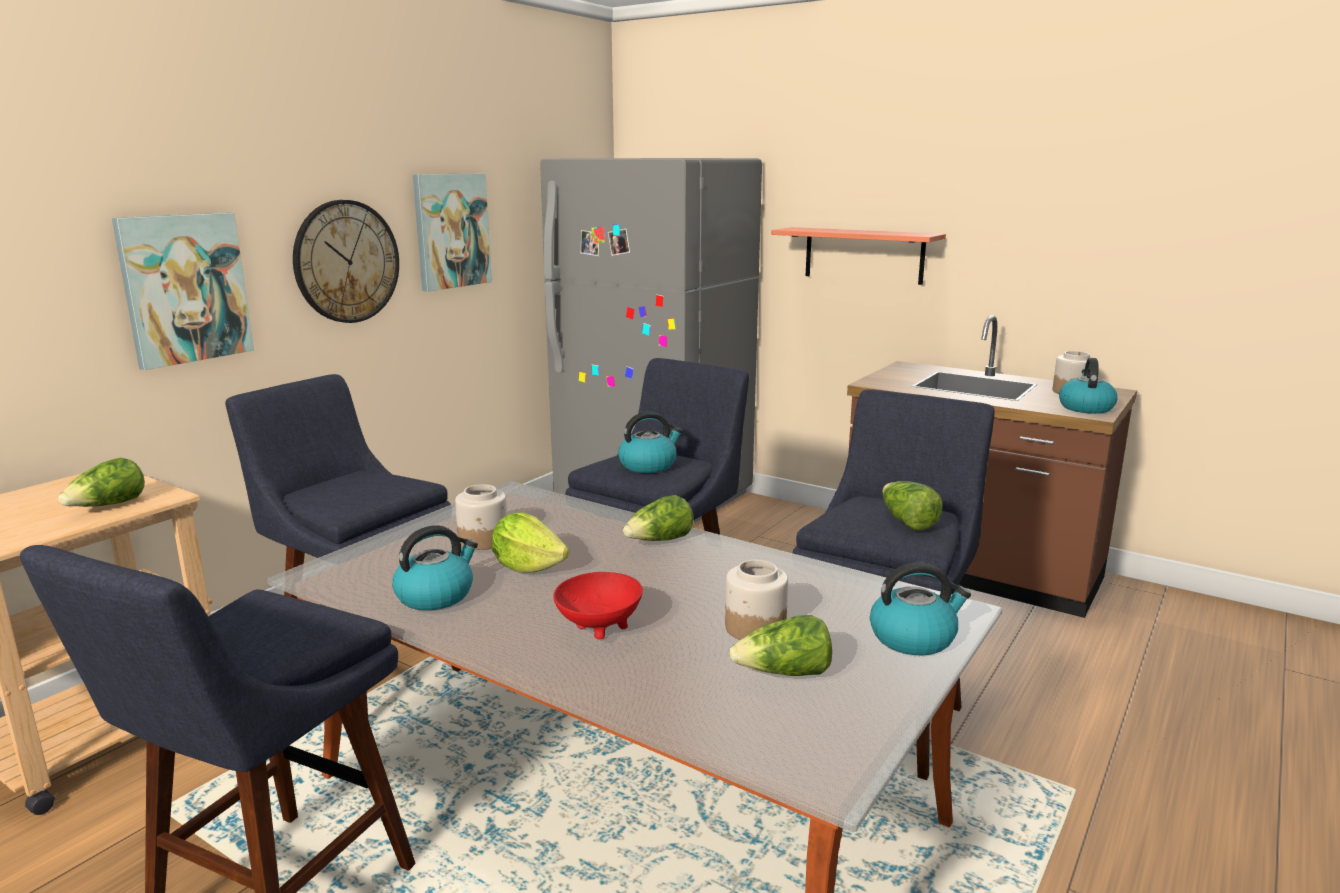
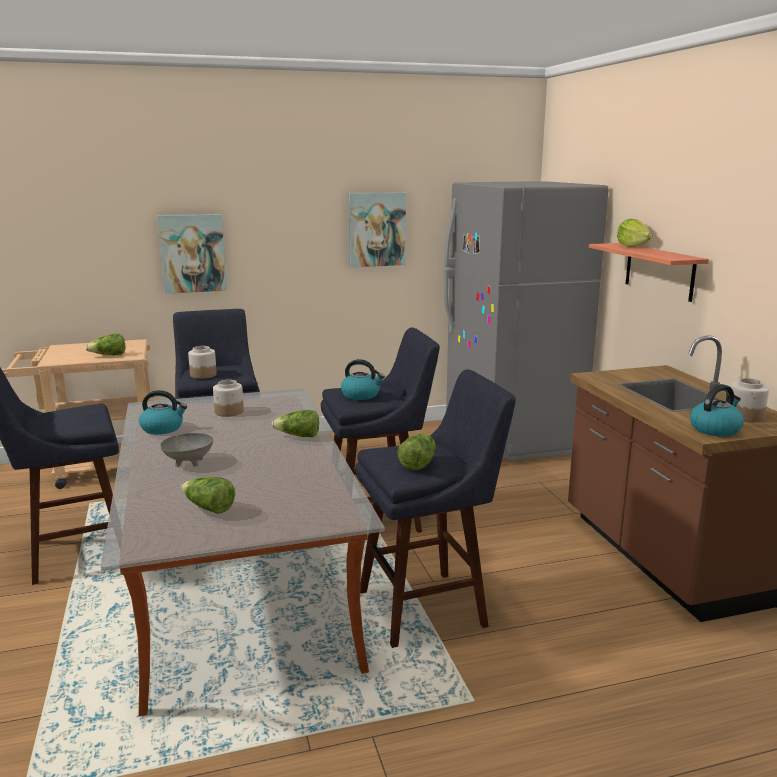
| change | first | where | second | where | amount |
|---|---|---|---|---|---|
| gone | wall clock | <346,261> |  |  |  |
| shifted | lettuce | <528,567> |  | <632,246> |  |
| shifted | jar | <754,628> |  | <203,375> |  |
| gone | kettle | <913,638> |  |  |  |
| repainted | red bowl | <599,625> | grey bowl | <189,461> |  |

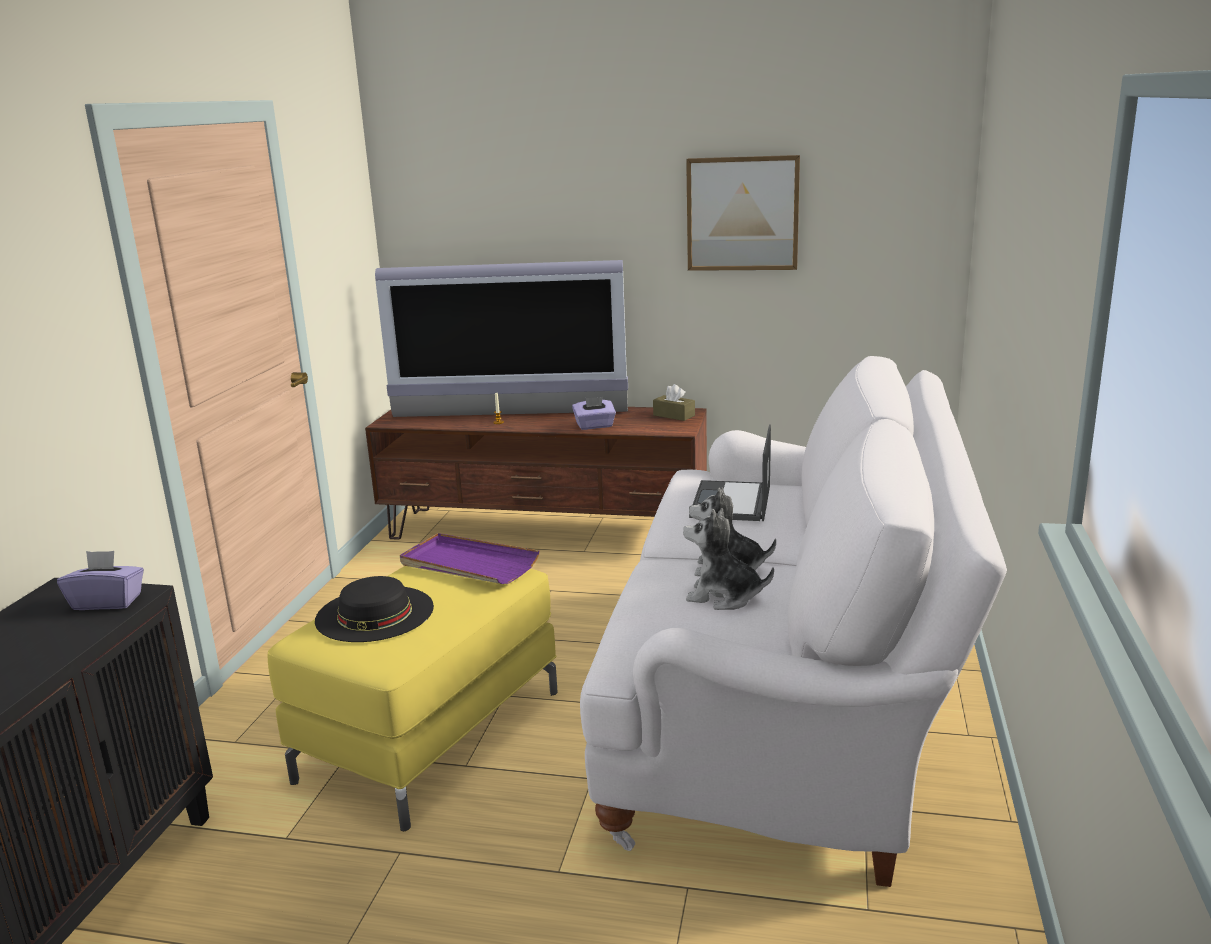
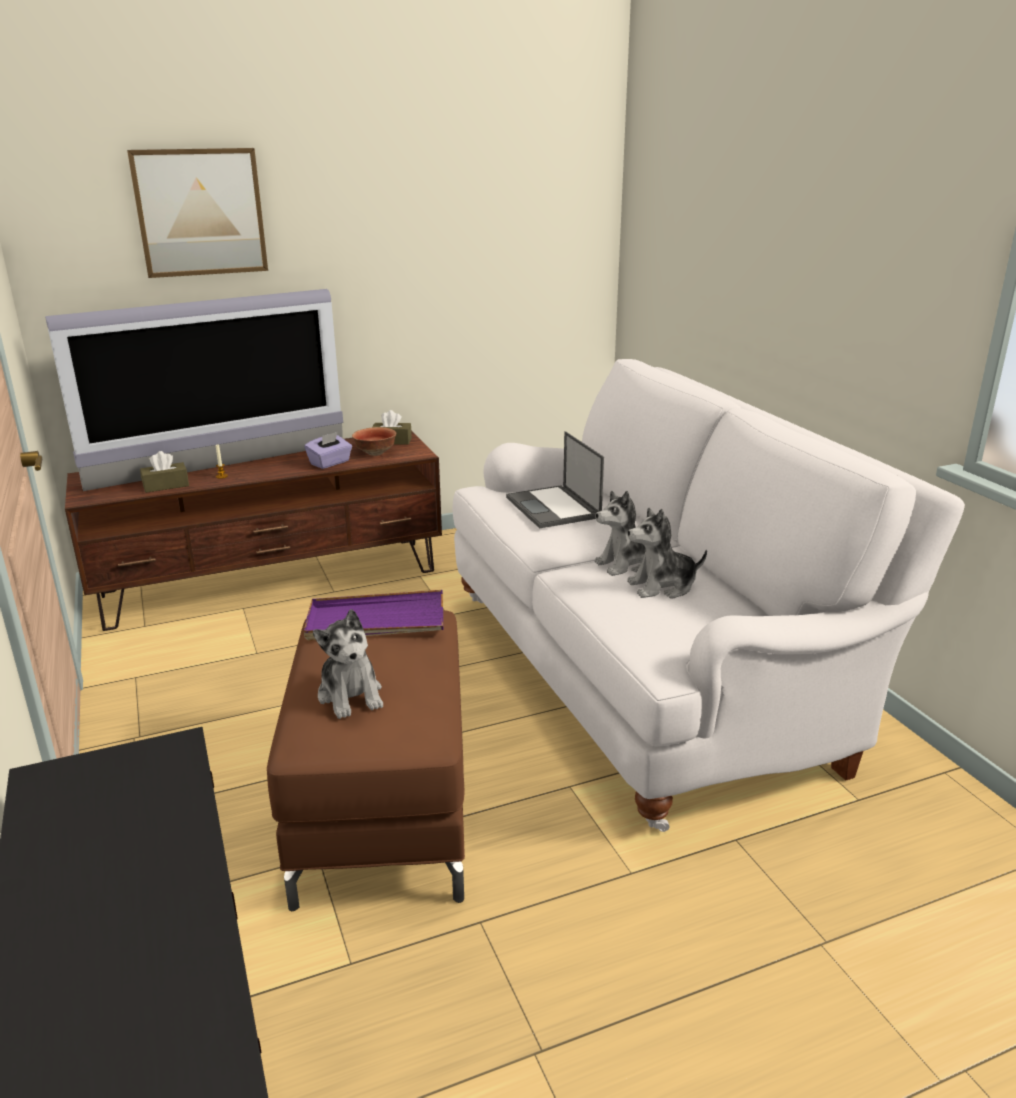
| change | first | where | second | where | amount |
|---|---|---|---|---|---|
| shifted | picture | <742,213> |  | <200,212> |  |
| gone | purple tissue box | <107,602> |  |  |  |
| repainted | yellow ottoman | <432,733> | brown ottoman | <382,804> |  |
| swapped | black hat | <375,613> | plush toy | <351,695> |  |
| new |  |  | bowl | <375,453> |  |
| new |  |  | brown tissue box | <166,485> |  |

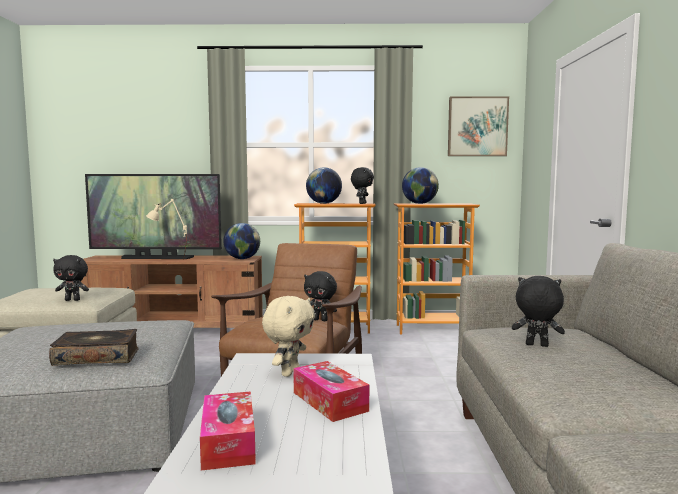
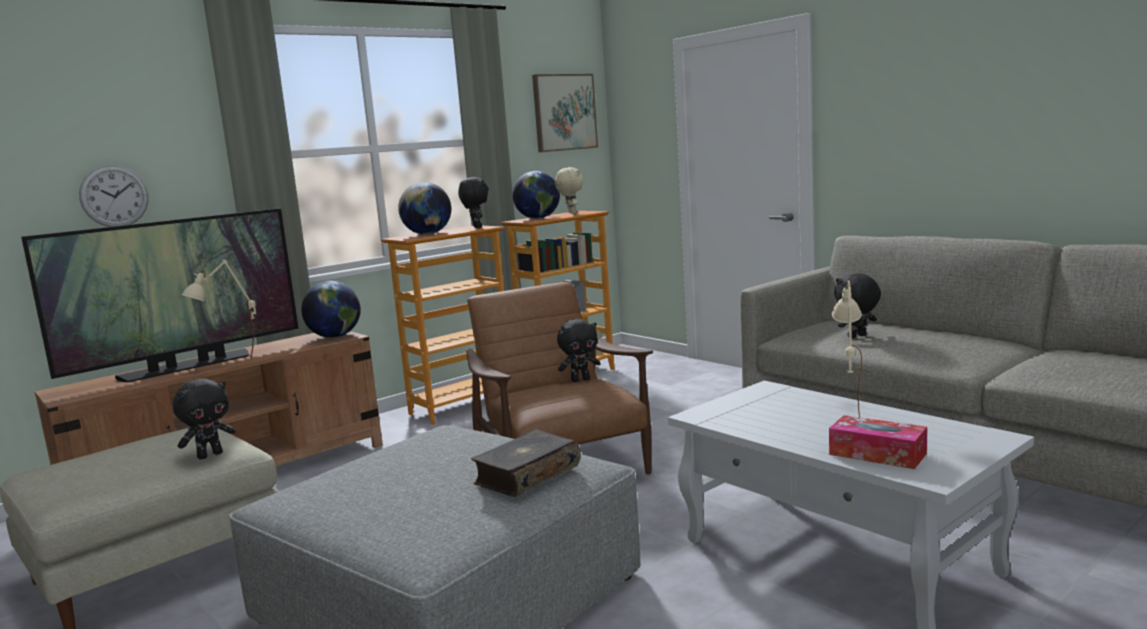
| change | first | where | second | where | amount |
|---|---|---|---|---|---|
| shifted | beige plush toy | <289,372> |  | <571,213> |  |
| swapped | tissue box | <329,401> | beige table lamp | <847,414> |  |
| new |  |  | wall clock | <114,196> |  |

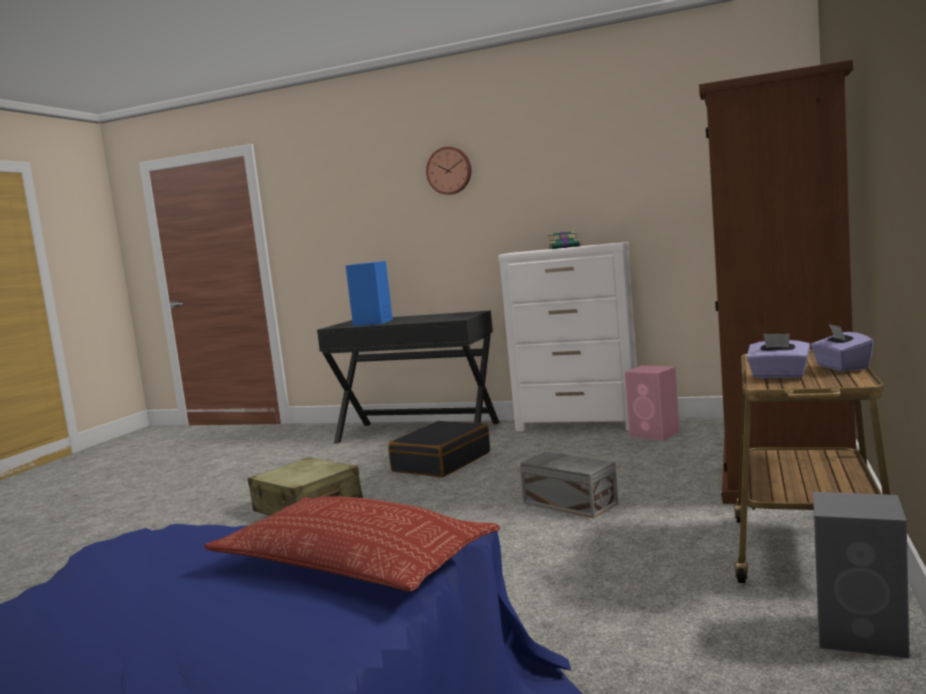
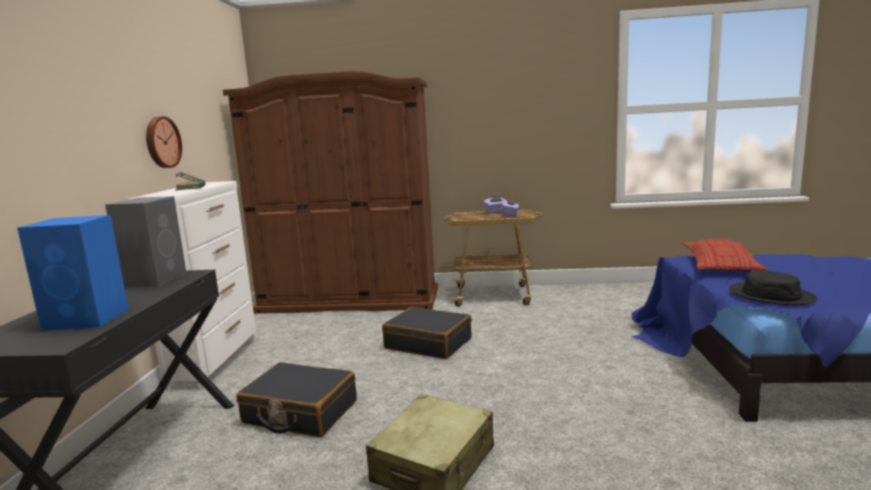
| change | first | where | second | where | amount |
|---|---|---|---|---|---|
| shifted | wall clock | <449,171> |  | <161,142> |  |
| gone | pink speaker | <655,434> |  |  |  |
| swapped | grey storage box | <569,503> | black suitcase | <428,343> |  |
| shifted | grey speaker | <863,635> |  | <155,279> |  |
| new |  |  | black hat | <771,295> |  |

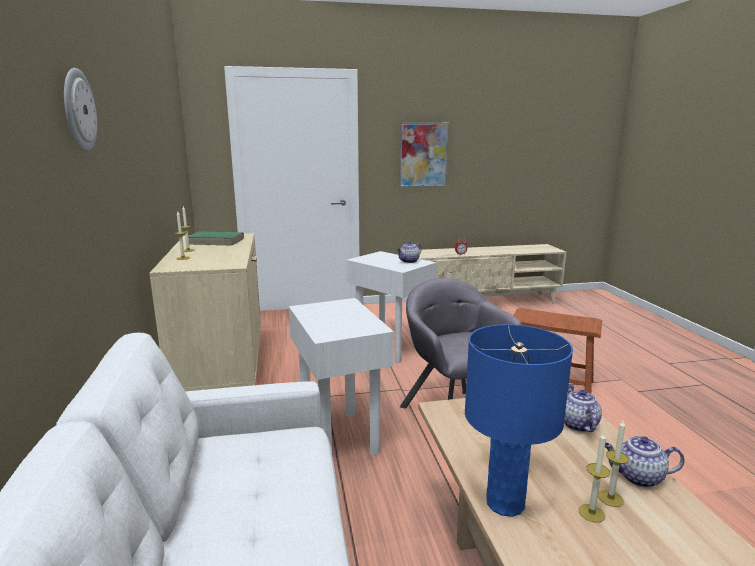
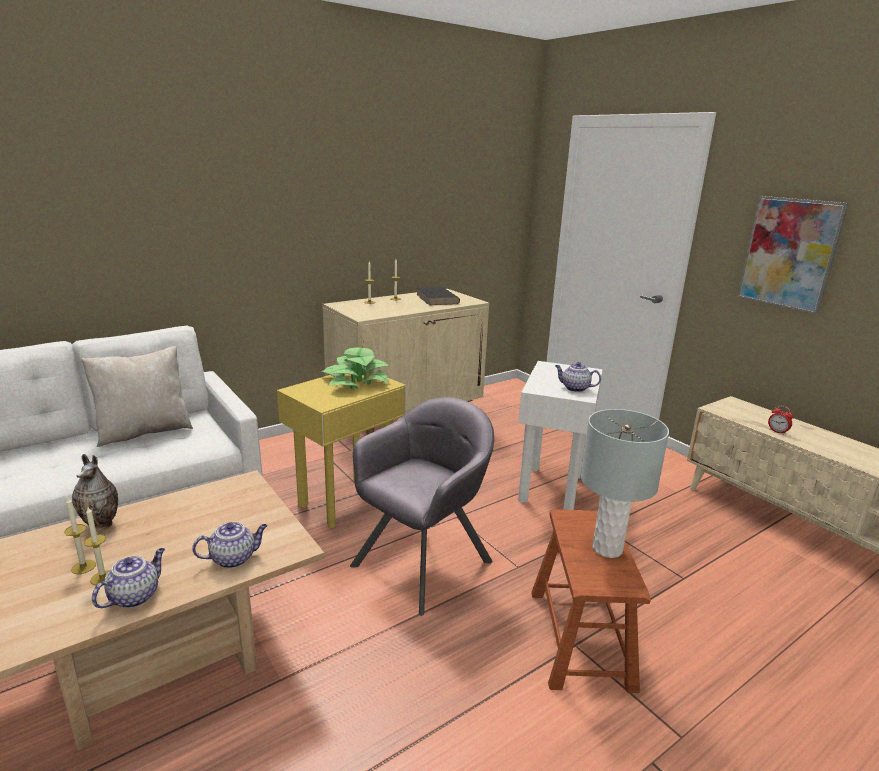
| change | first | where | second | where | amount |
|---|---|---|---|---|---|
| gone | wall clock | <78,110> |  |  |  |
| repainted | green book | <216,241> | black book | <437,299> |  |
| repainted | white side table | <340,437> | yellow side table | <346,501> |  |
| swapped | blue table lamp | <505,502> | vase | <102,524> |  |
| rotated | teapot | <637,477> |  | <135,596> | 45 degrees clockwise |
| new |  |  | beige pillow | <144,431> |  |
| new |  |  | potted plant | <356,381> |  |
| new |  |  | grey table lamp | <607,549> |  |

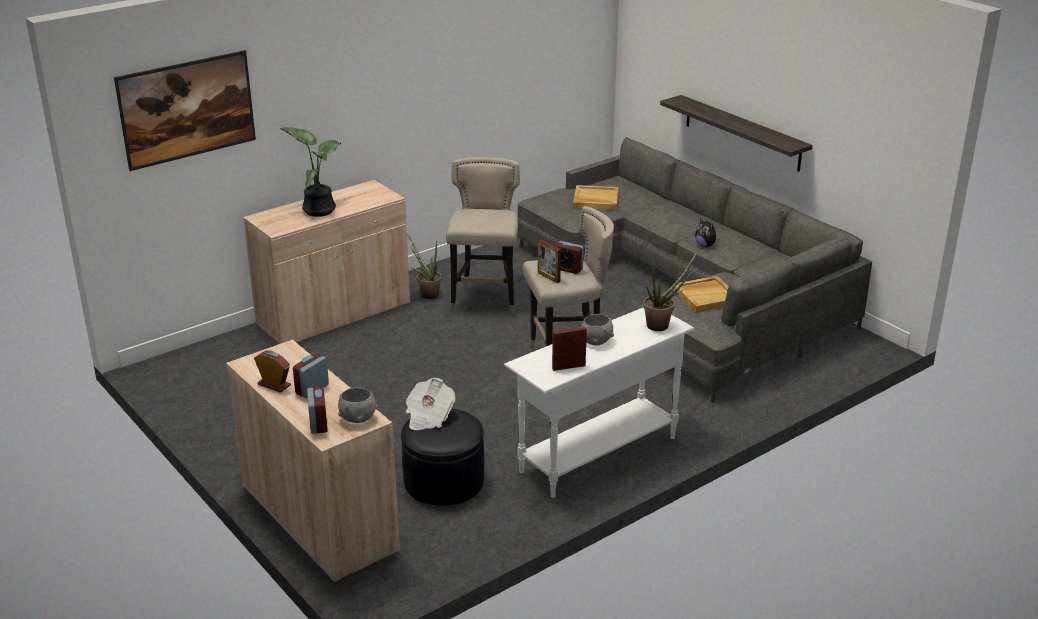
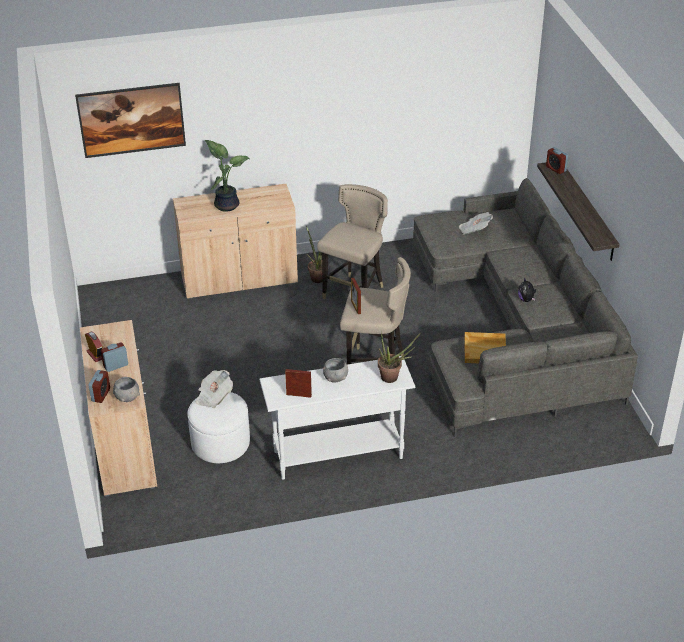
| change | first | where | second | where | amount |
|---|---|---|---|---|---|
| swapped | beige tray | <595,200> | newspaper | <474,230> |  |
| shifted | alarm clock | <568,269> |  | <556,169> |  |
| repainted | black ottoman | <444,481> | white ottoman | <220,442> |  |

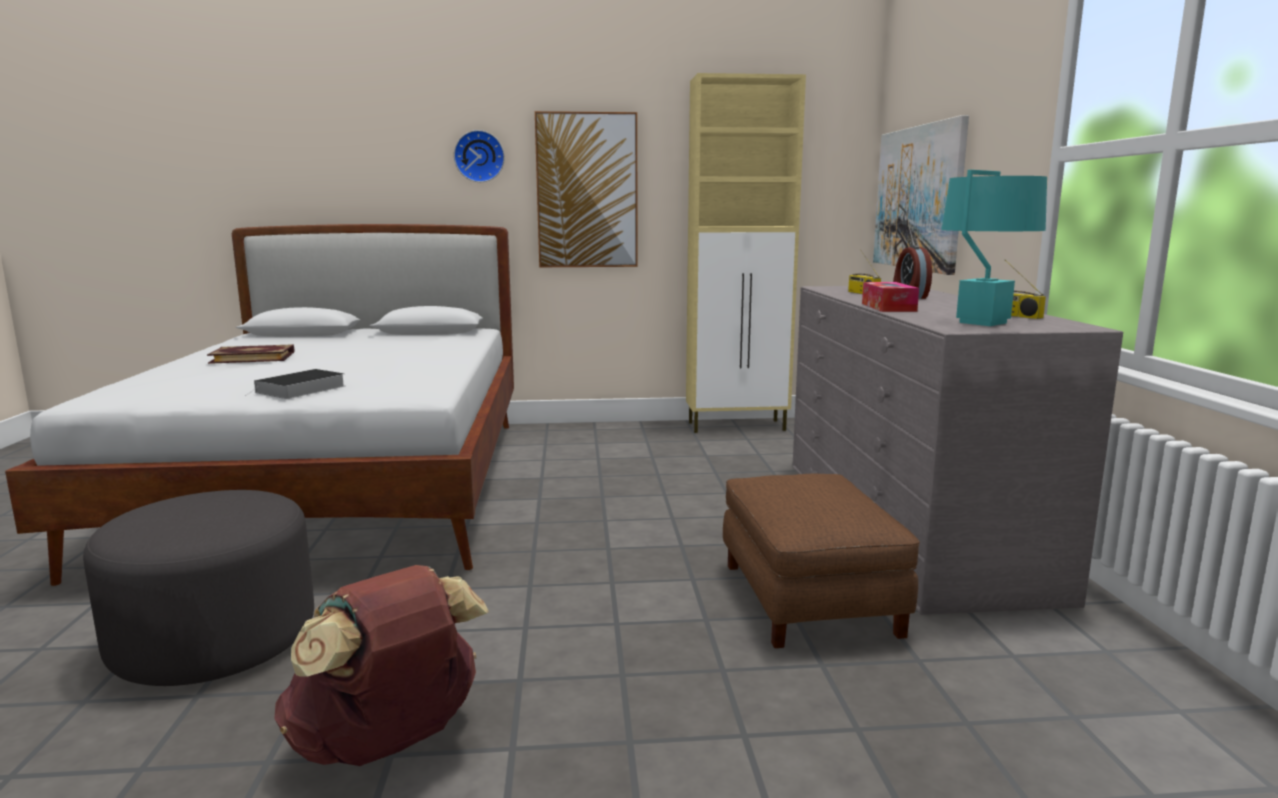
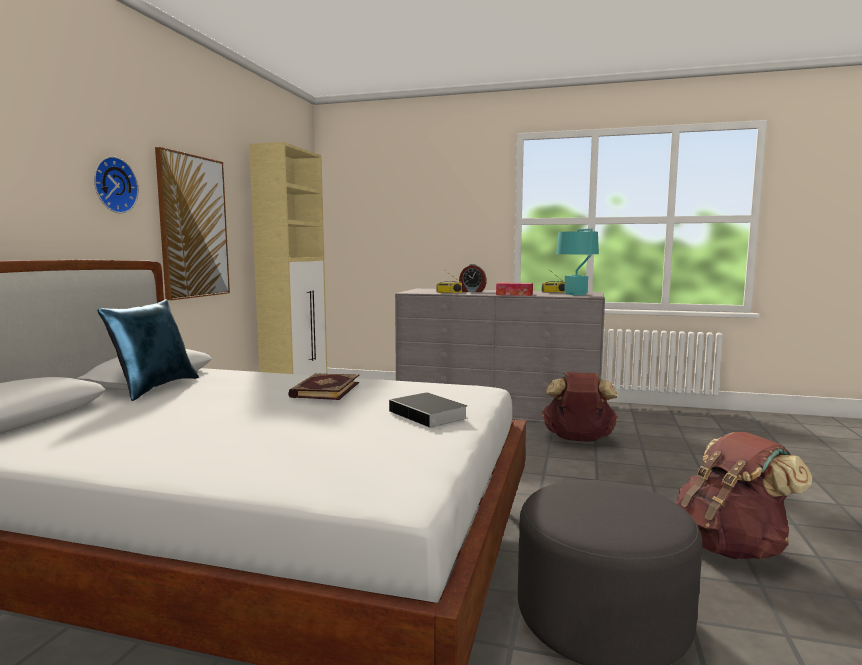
| change | first | where | second | where | amount |
|---|---|---|---|---|---|
| gone | picture | <918,198> |  |  |  |
| shifted | book | <253,357> |  | <324,389> |  |
| swapped | brown ottoman | <807,598> | brown backpack | <578,439> |  |
| new |  |  | blue pillow | <154,388> |  |

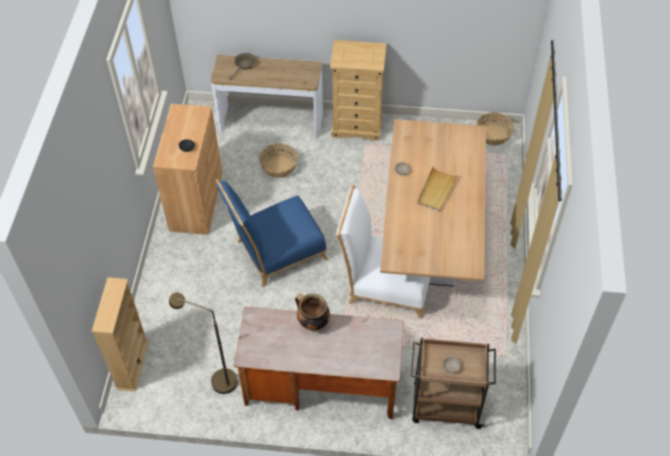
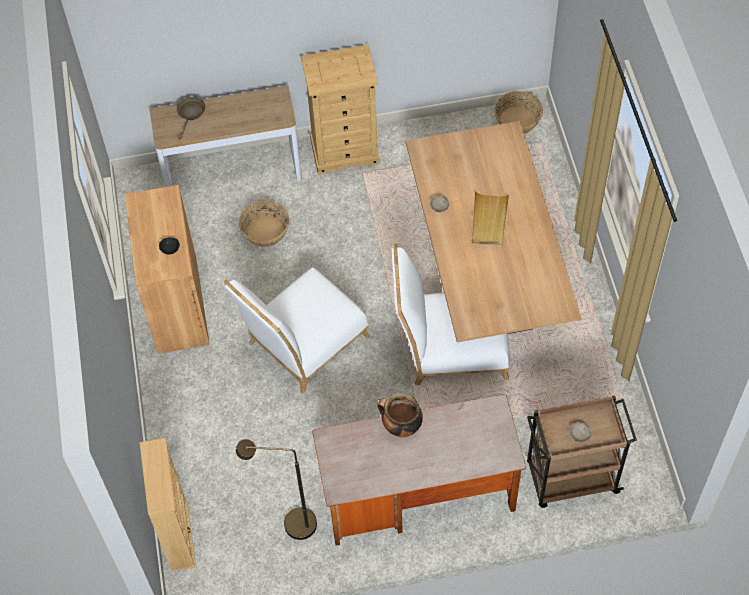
| change | first | where | second | where | amount |
|---|---|---|---|---|---|
| repainted | blue chair | <276,252> | white chair | <303,344> |  |

